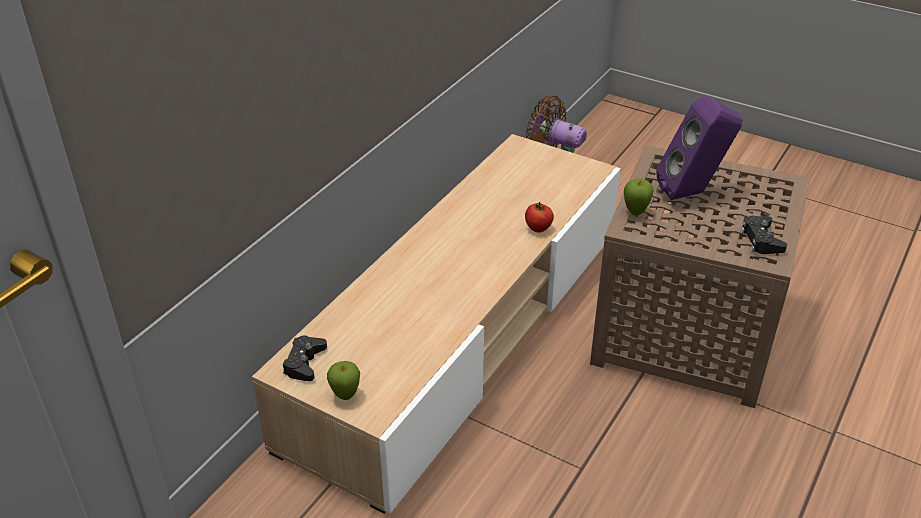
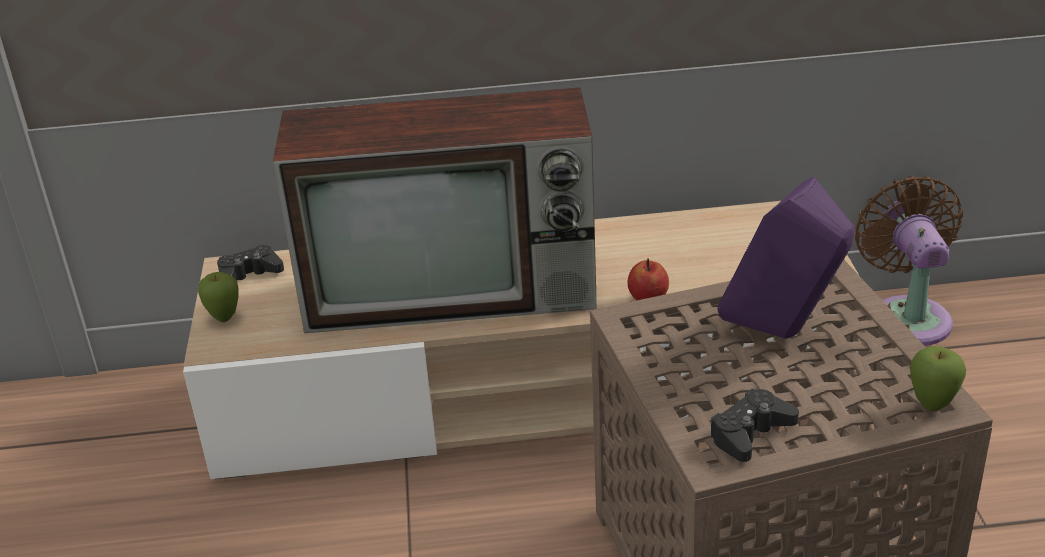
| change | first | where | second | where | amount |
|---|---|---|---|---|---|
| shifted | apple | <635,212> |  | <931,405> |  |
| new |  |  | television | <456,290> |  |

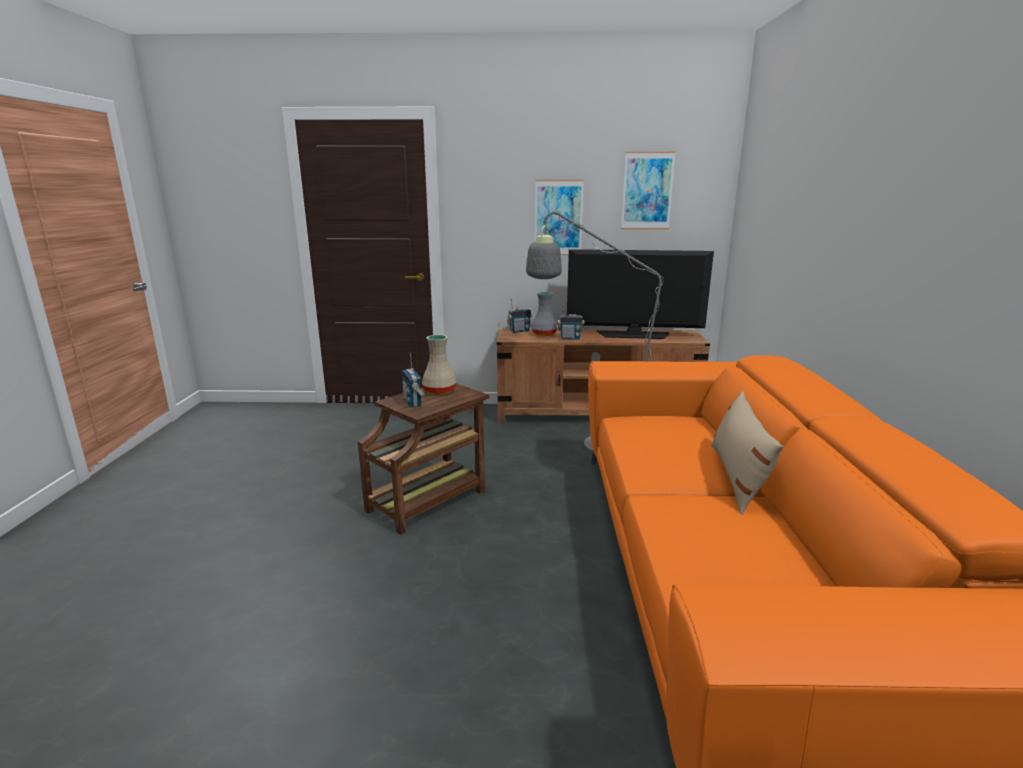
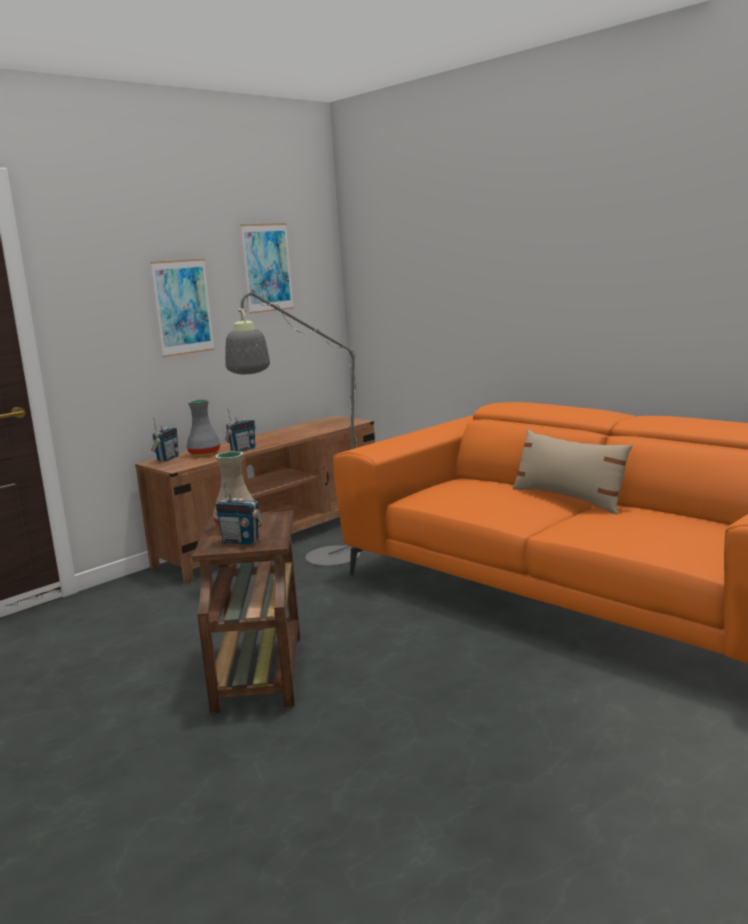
| change | first | where | second | where | amount |
|---|---|---|---|---|---|
| gone | television | <634,335> |  |  |  |

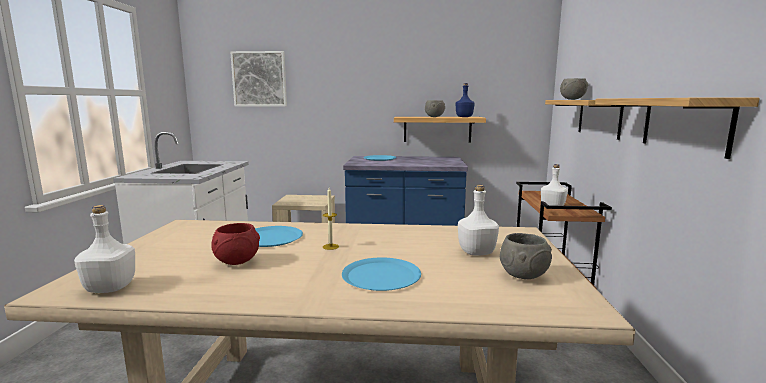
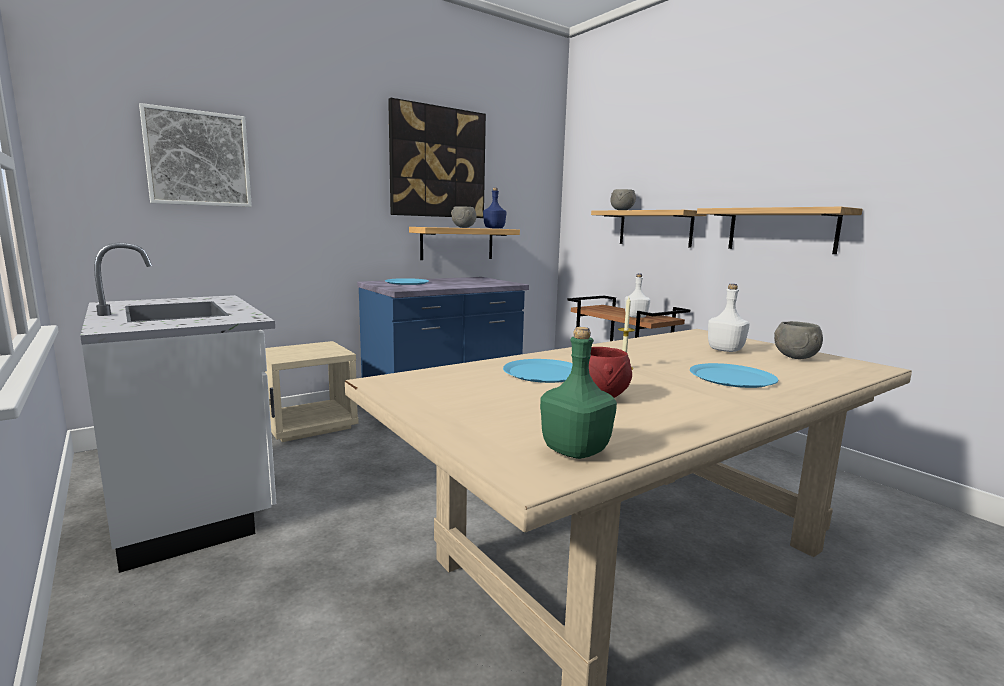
| change | first | where | second | where | amount |
|---|---|---|---|---|---|
| repainted | white bottle | <111,288> | green bottle | <576,450> |  |
| new |  |  | picture | <438,163> |  |

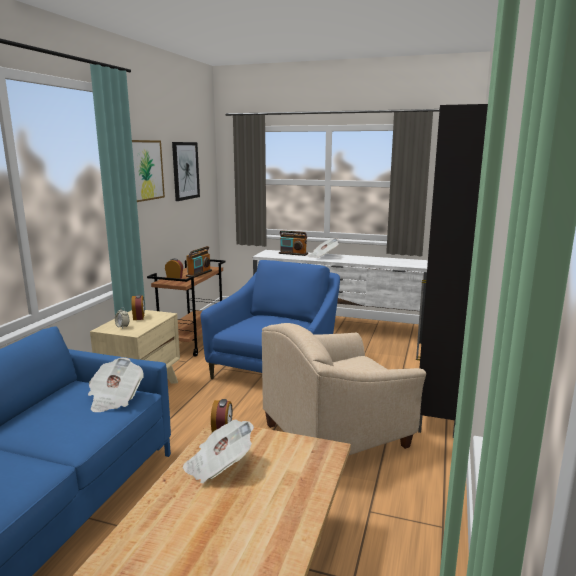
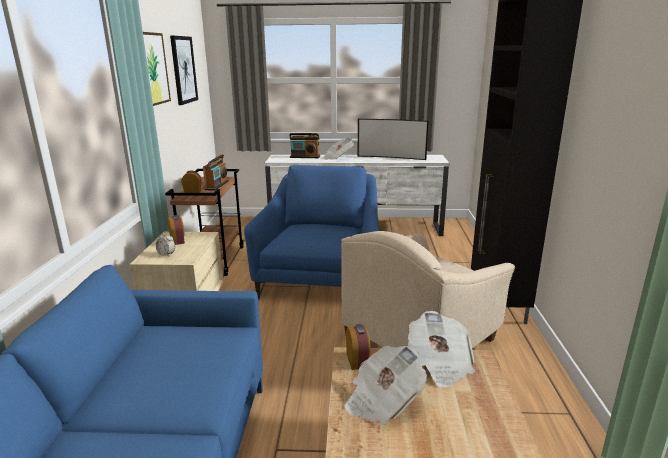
| change | first | where | second | where | amount |
|---|---|---|---|---|---|
| shifted | newspaper | <115,398> |  | <439,364> |  |
| new |  |  | television | <391,157> |  |

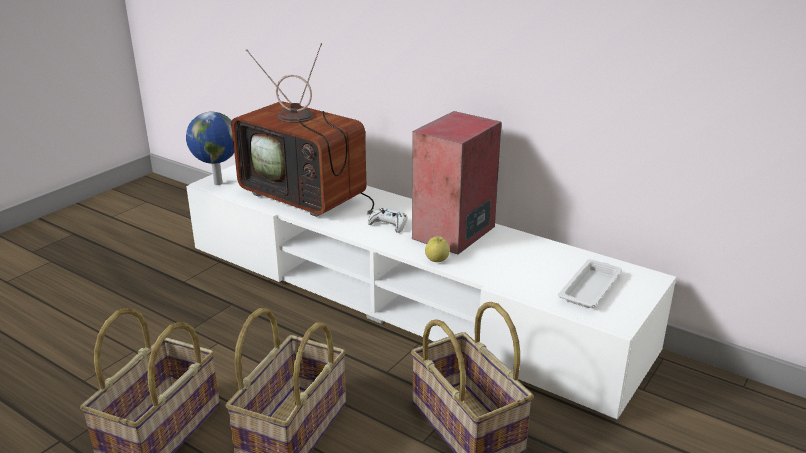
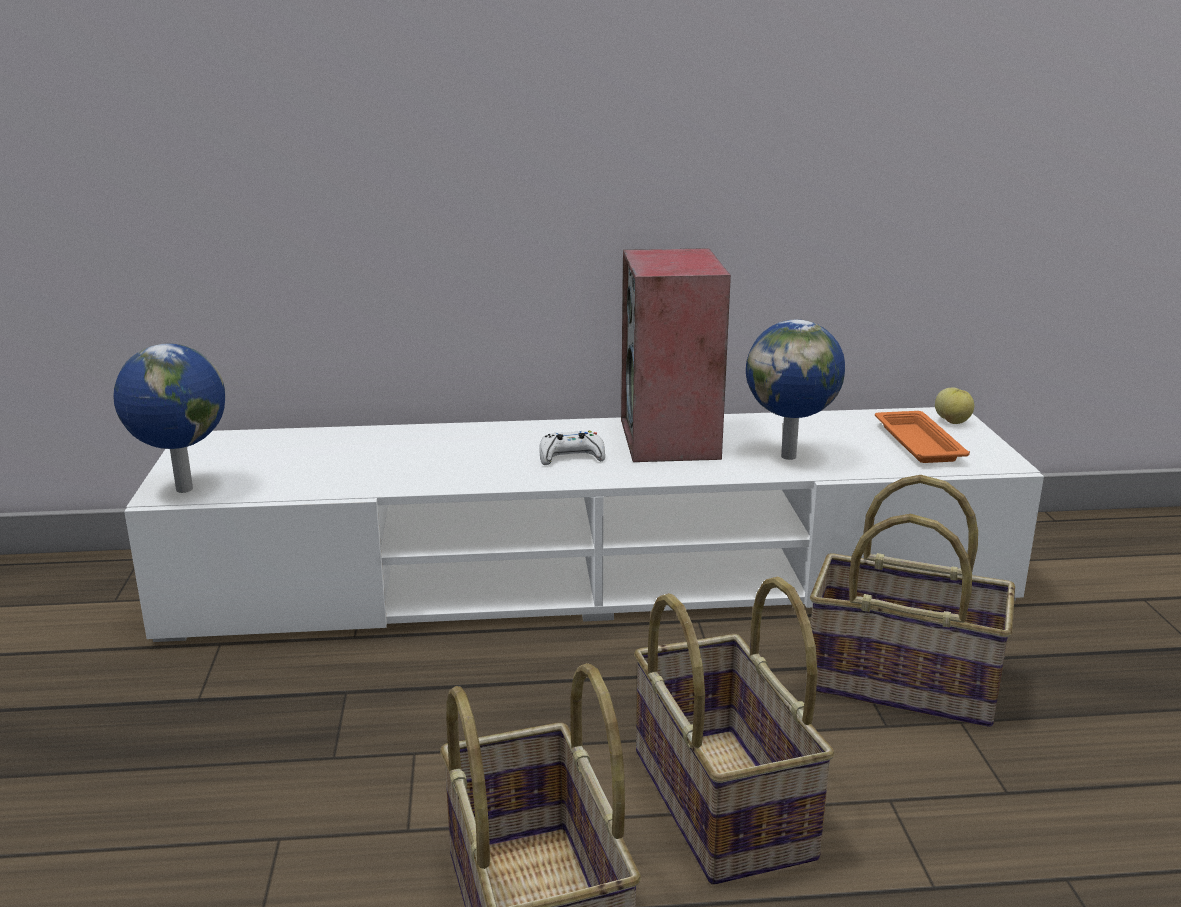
| change | first | where | second | where | amount |
|---|---|---|---|---|---|
| gone | television | <308,196> |  |  |  |
| shifted | apple | <437,260> |  | <952,422> |  |
| repainted | white tray | <590,288> | orange tray | <917,442> |  |
| new |  |  | globe | <790,456> |  |

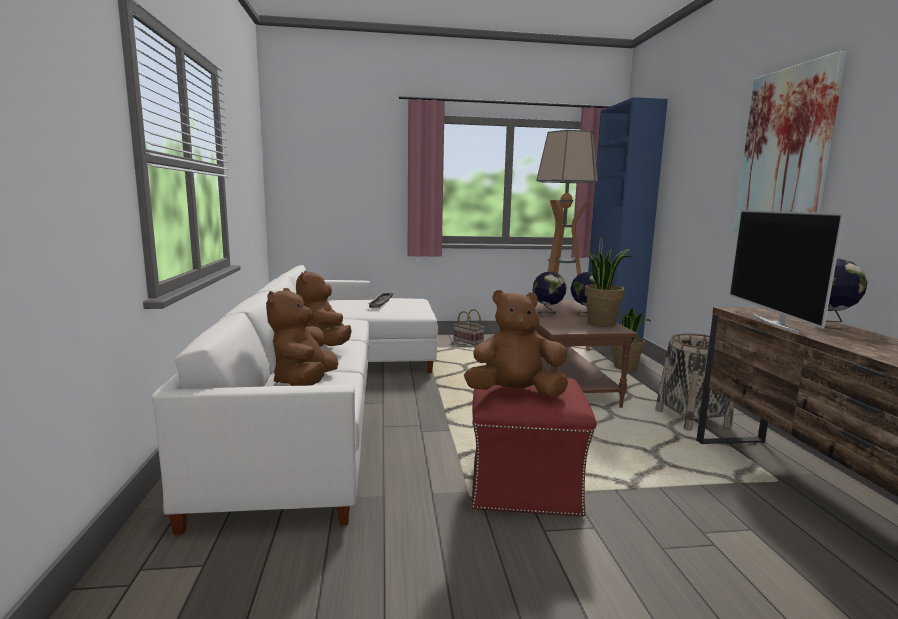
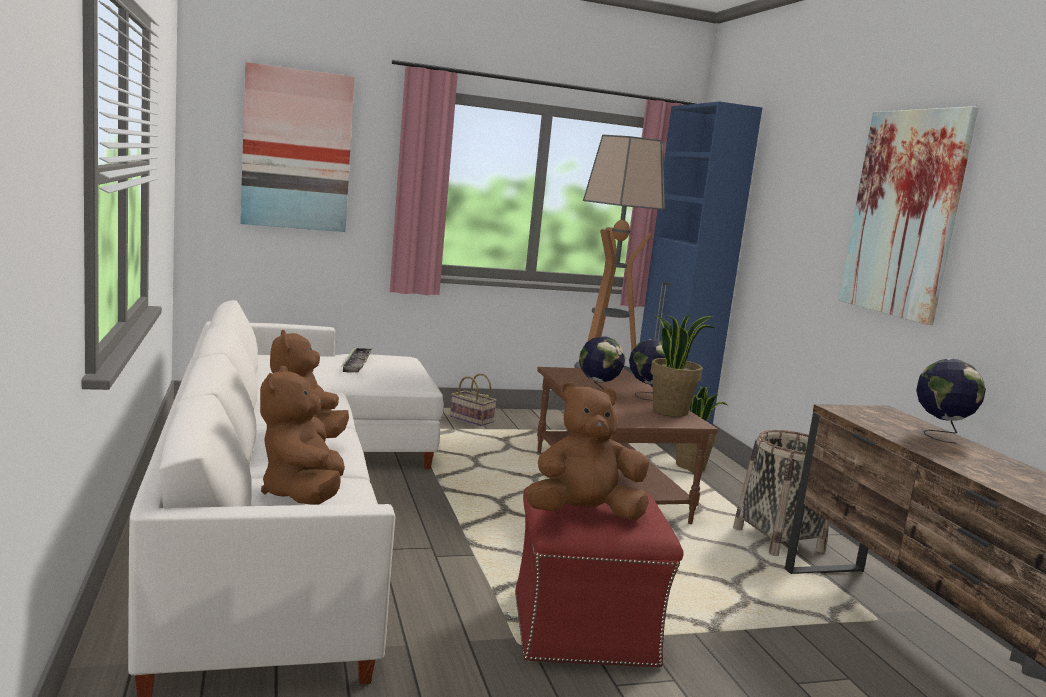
| change | first | where | second | where | amount |
|---|---|---|---|---|---|
| gone | television | <774,323> |  |  |  |
| new |  |  | picture | <297,150> |  |

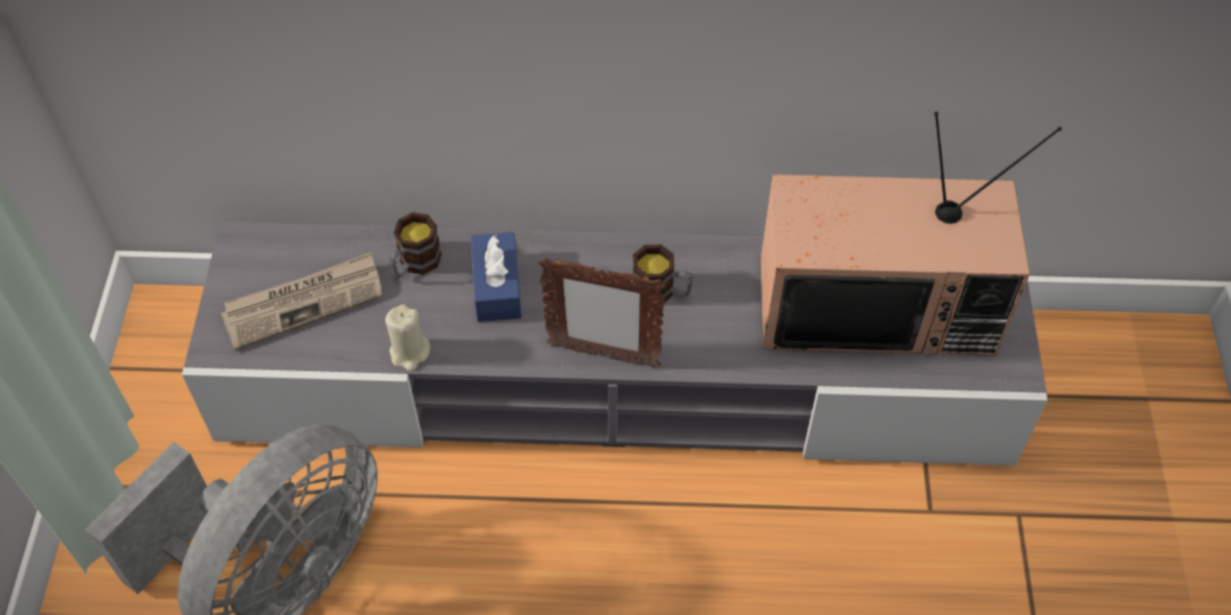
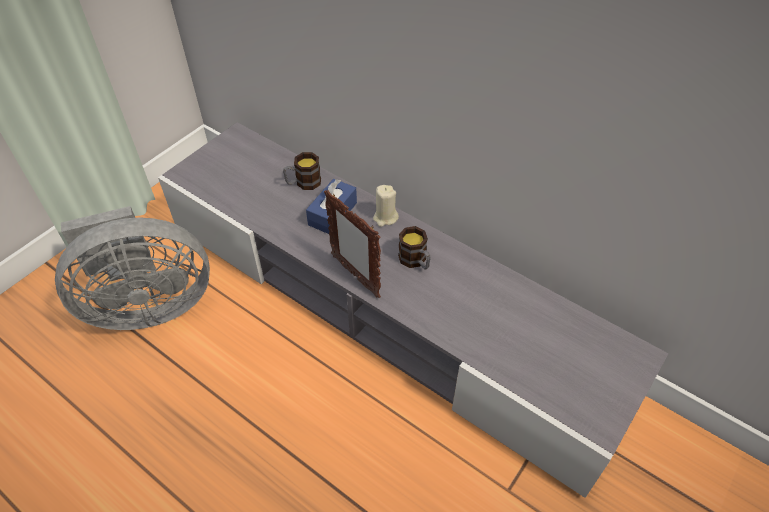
| change | first | where | second | where | amount |
|---|---|---|---|---|---|
| gone | television | <878,303> |  |  |  |
| gone | newspaper | <304,302> |  |  |  |
| shifted | beige candle | <409,352> |  | <385,218> |  |

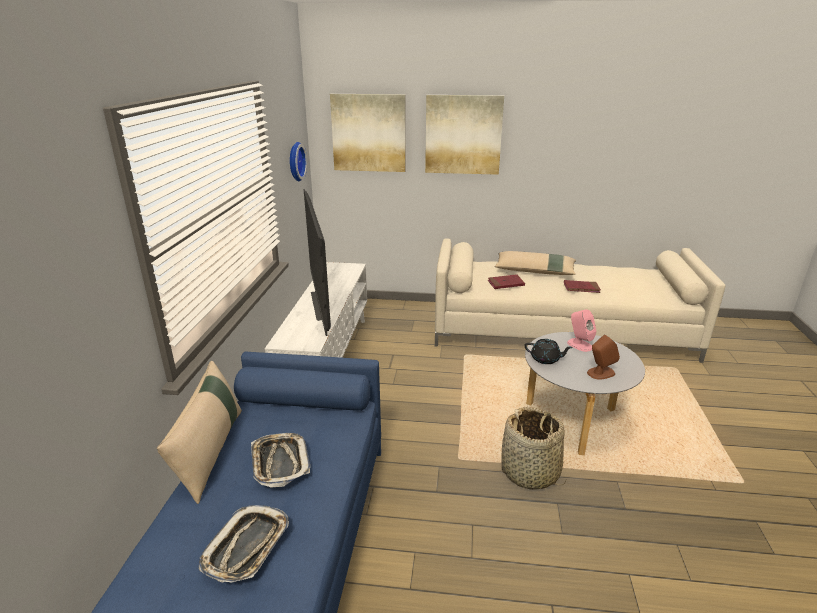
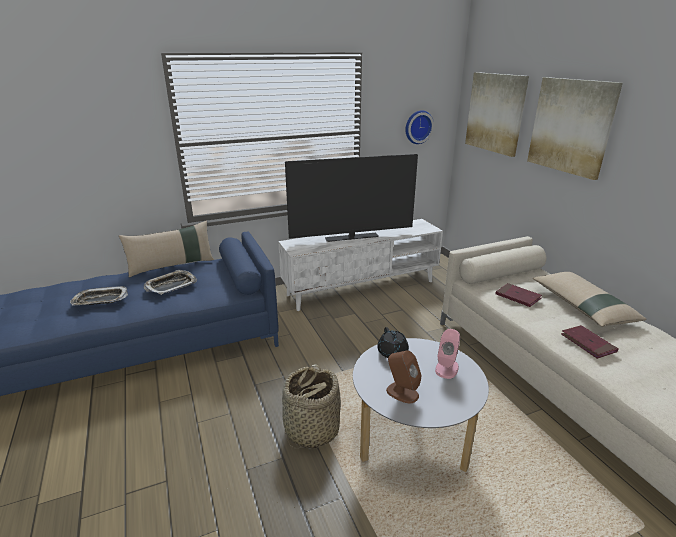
| change | first | where | second | where | amount |
|---|---|---|---|---|---|
| rotated | television | <320,305> |  | <351,237> | 150 degrees counterclockwise |

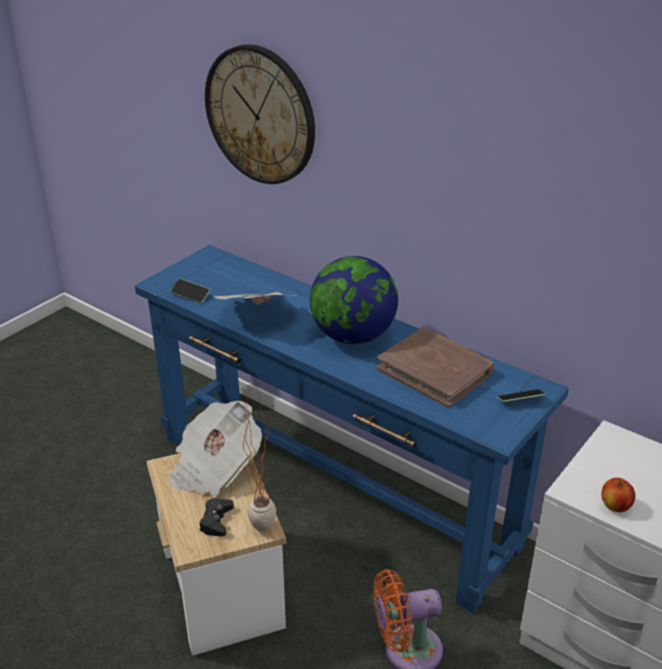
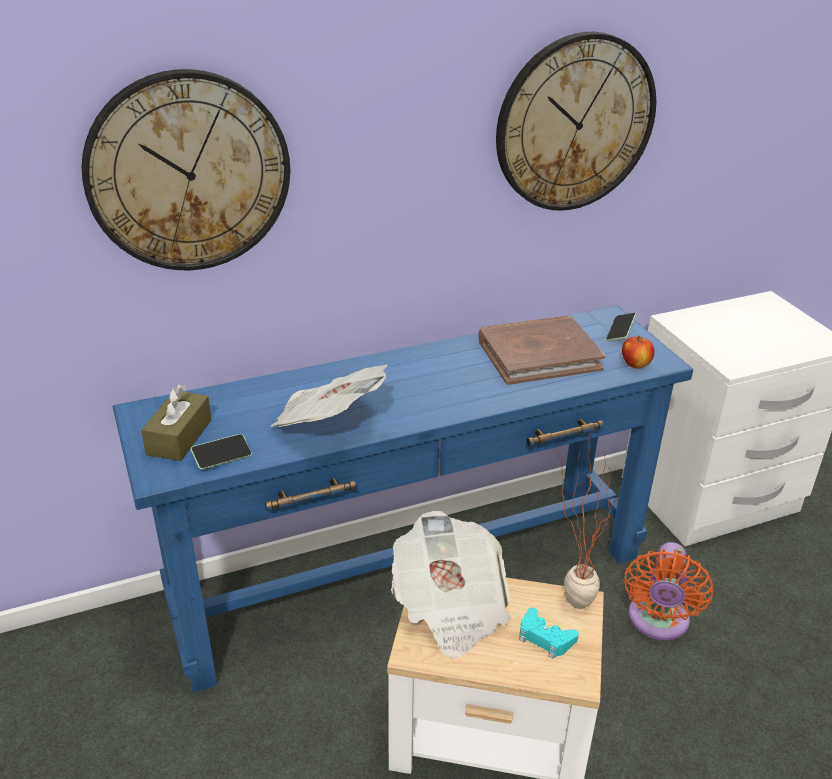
| change | first | where | second | where | amount |
|---|---|---|---|---|---|
| gone | globe | <353,336> |  |  |  |
| shifted | apple | <615,506> |  | <635,364> |  |
| repainted | black game controller | <216,521> | turquoise game controller | <545,638> |  |
| new |  |  | wall clock | <575,123> |  |
| new |  |  | brown tissue box | <179,437> |  |

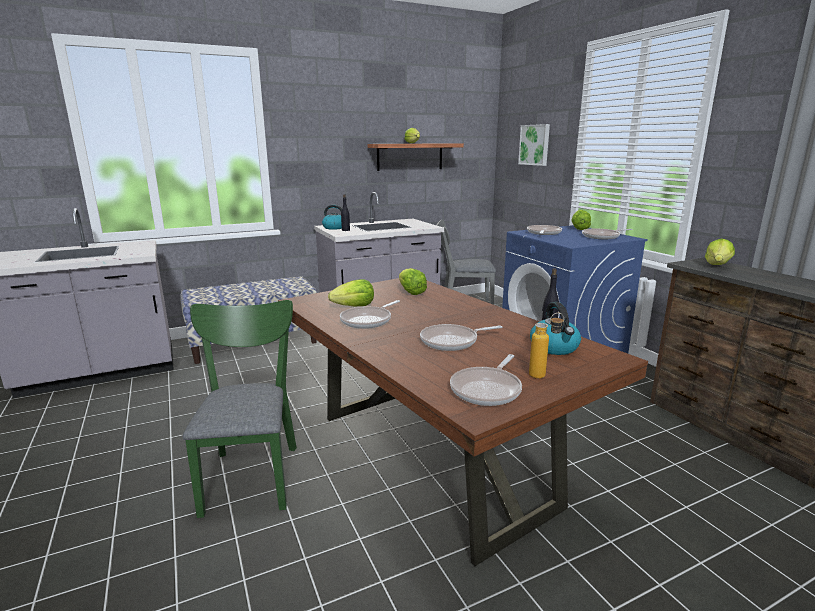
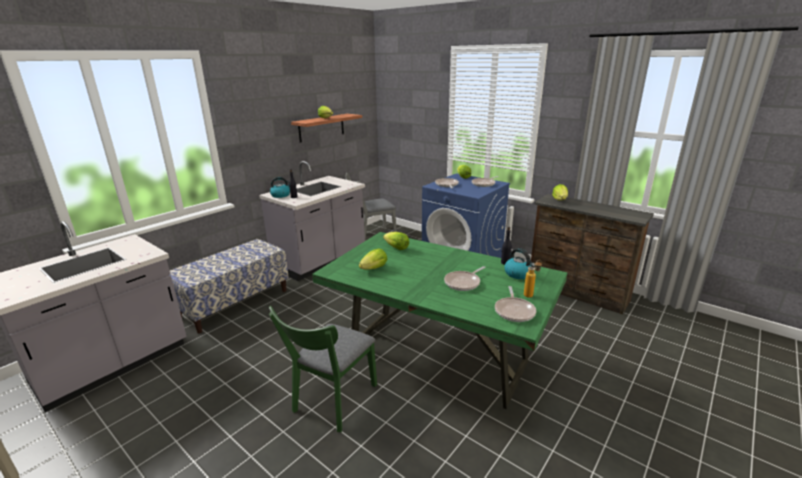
| change | first | where | second | where | amount |
|---|---|---|---|---|---|
| gone | picture | <535,145> |  |  |  |
| repainted | brown dining table | <432,459> | green dining table | <438,355> |  |
| rotated | green chair | <252,472> |  | <332,402> | 120 degrees counterclockwise |
| gone | frying pan | <368,320> |  |  |  |

